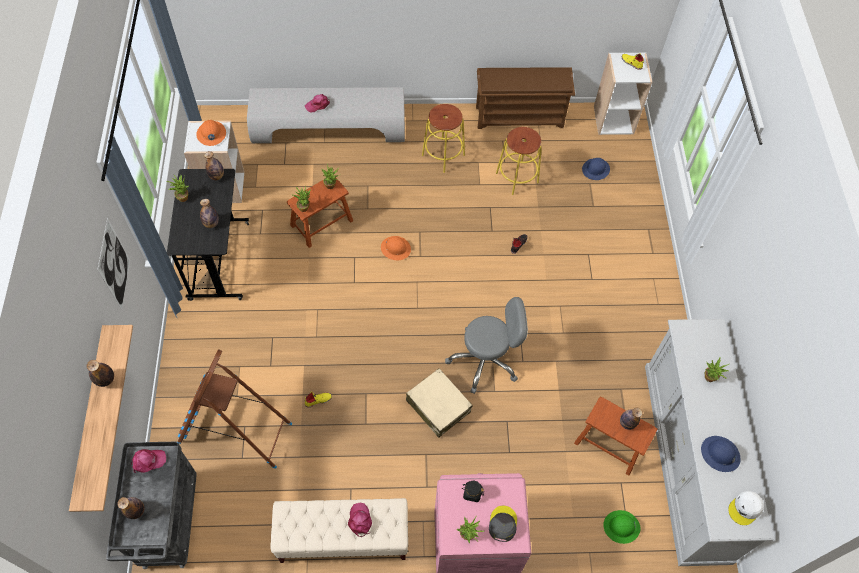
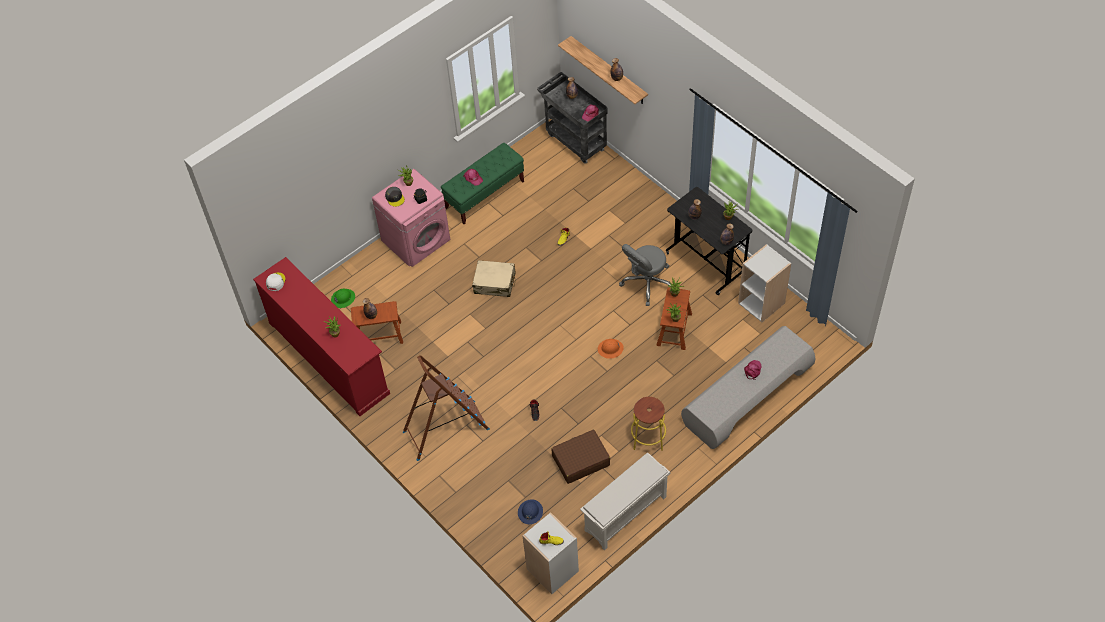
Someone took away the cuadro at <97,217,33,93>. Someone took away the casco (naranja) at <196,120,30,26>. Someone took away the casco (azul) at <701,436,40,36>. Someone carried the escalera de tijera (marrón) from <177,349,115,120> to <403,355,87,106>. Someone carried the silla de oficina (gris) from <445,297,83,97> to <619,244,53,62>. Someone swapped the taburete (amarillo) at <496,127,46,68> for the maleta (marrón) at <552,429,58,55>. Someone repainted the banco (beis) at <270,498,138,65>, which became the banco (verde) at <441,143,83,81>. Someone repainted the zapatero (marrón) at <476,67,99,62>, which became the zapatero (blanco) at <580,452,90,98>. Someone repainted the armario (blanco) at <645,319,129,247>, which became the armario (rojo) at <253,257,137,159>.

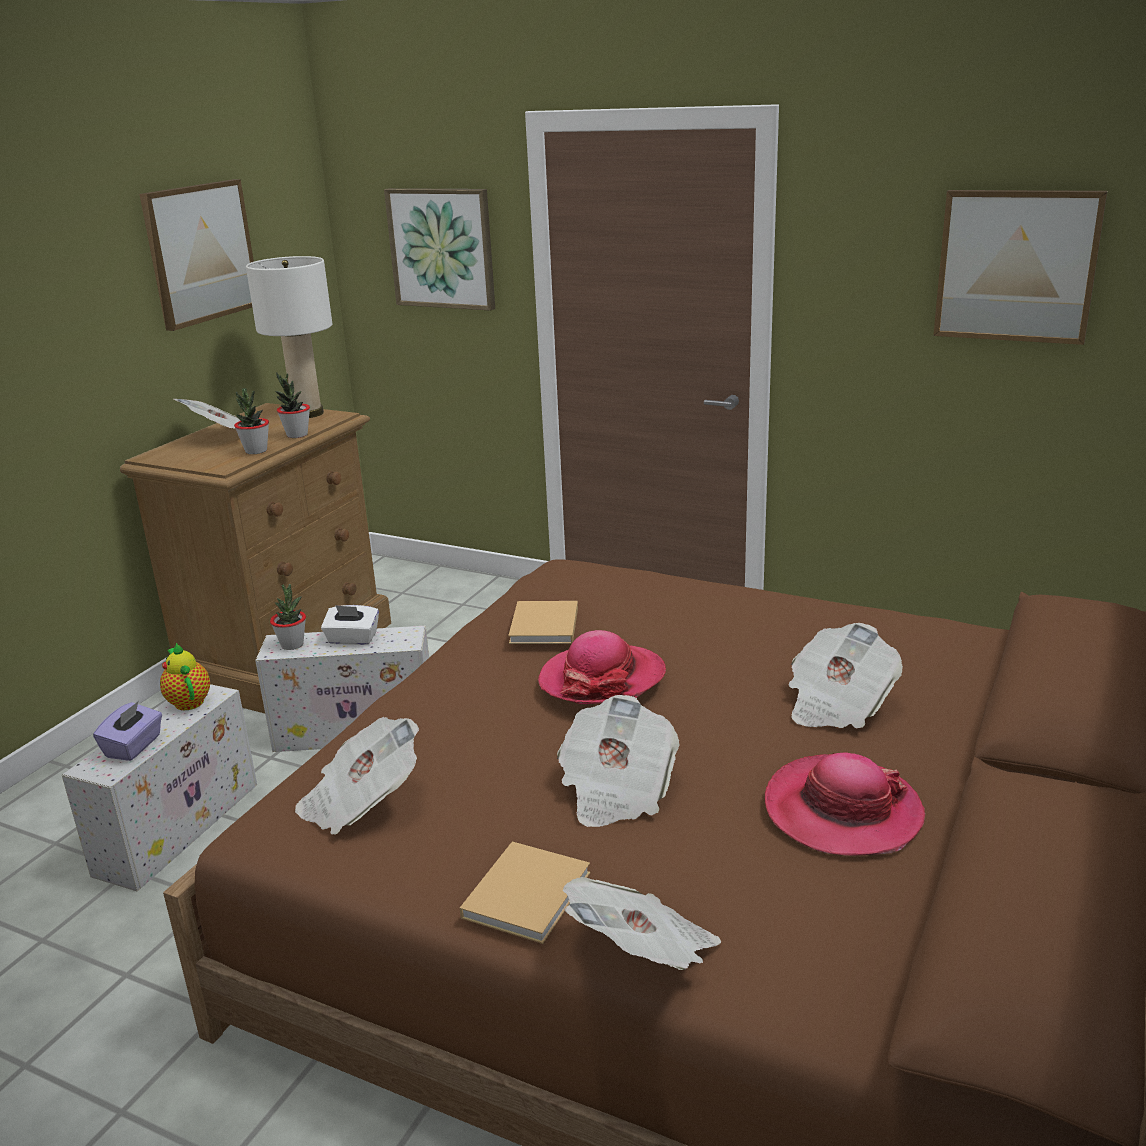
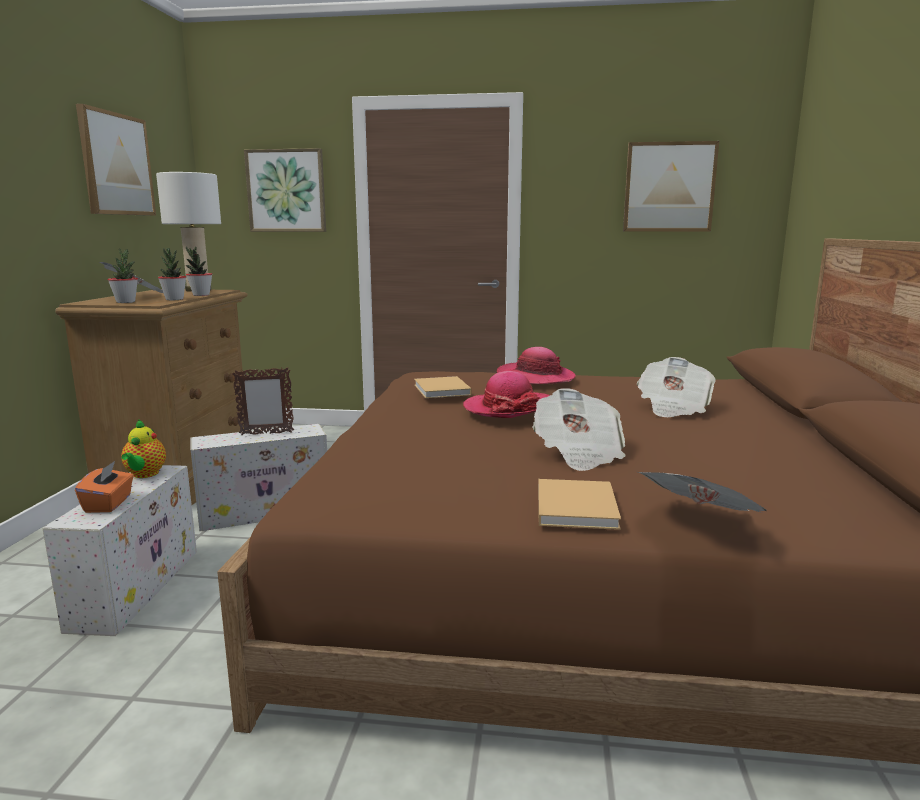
Someone took away the periódico at <295,717,124,118>. Someone carried the planta en maceta from <270,584,36,66> to <108,249,30,54>. Someone carried the sombrero from <765,753,160,103> to <497,347,79,37>. Someone swapped the caja de pañuelos (blanco) at <321,605,58,40> for the portarretratos at <232,367,62,68>. Someone repainted the caja de pañuelos (morado) at <93,702,69,59>, which became the caja de pañuelos (naranja) at <75,461,59,52>. Someone rotated the tetera at <160,642,50,68> by 135 degrees counterclockwise.

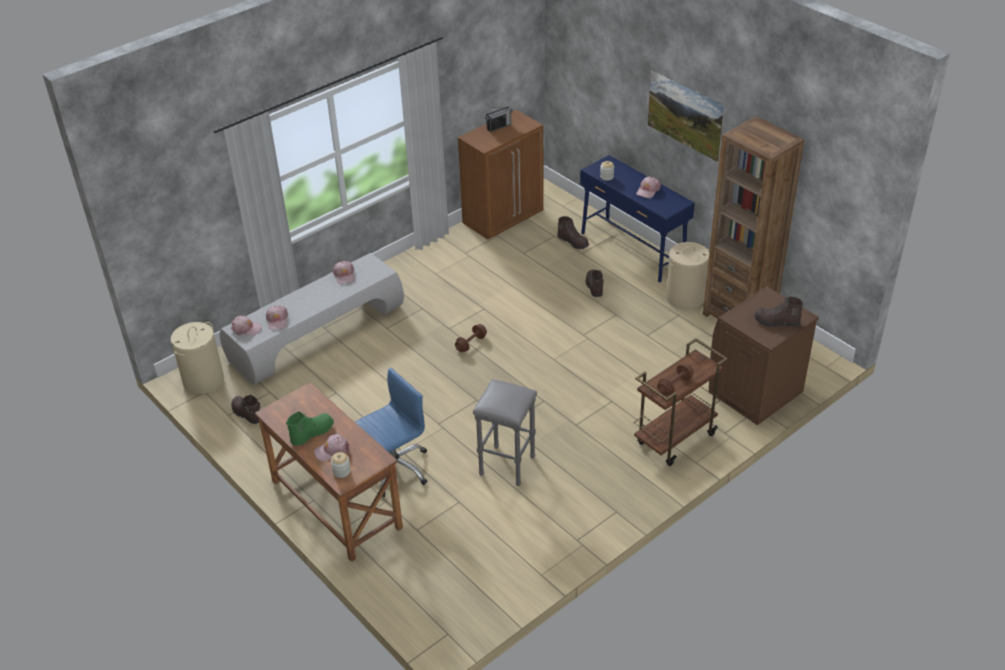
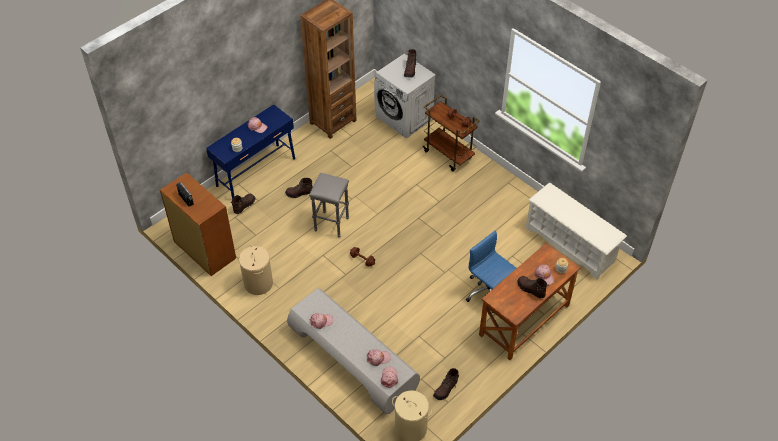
Someone took away the cuadro at <648,70,76,92>. Someone put down the zapatero (blanco) at <526,183,101,97>. Someone carried the taburete (gris) from <473,379,64,107> to <309,173,40,64>. Someone carried the cesto de la ropa (beis) from <666,242,44,68> to <239,245,34,50>. Someone repainted the bota (verde) at <286,411,48,35>, which became the bota (marrón) at <517,276,30,23>. Someone repainted the lavadora (marrón) at <709,286,110,139>, which became the lavadora (blanco) at <374,54,62,84>.

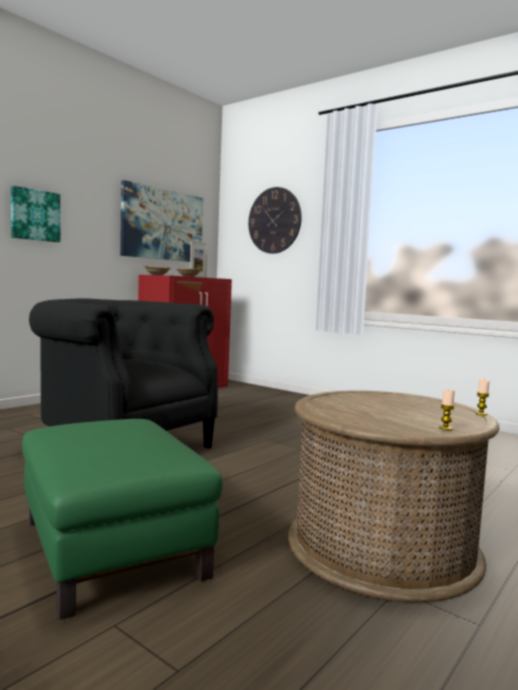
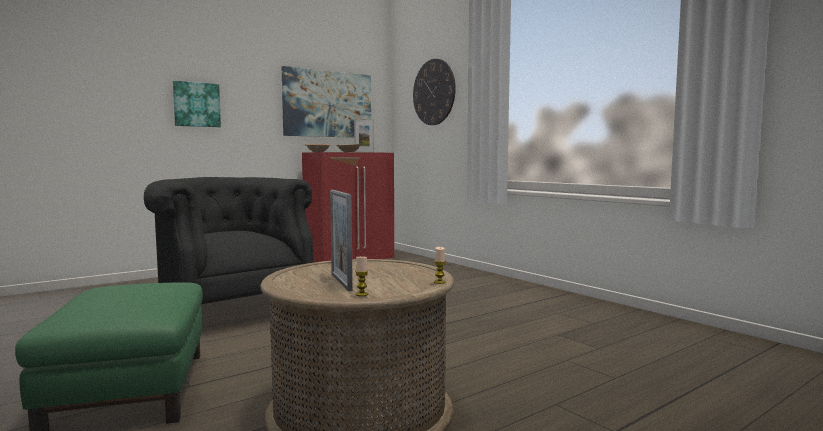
Someone put down the portarretratos at <330,190,23,101>.

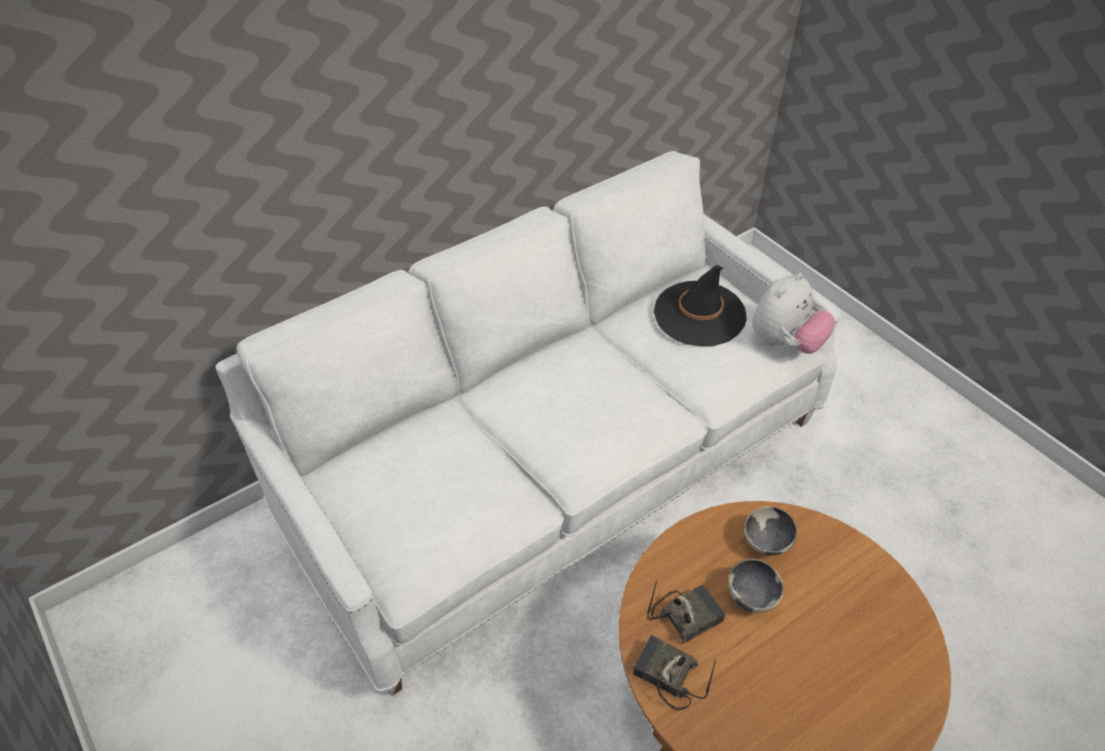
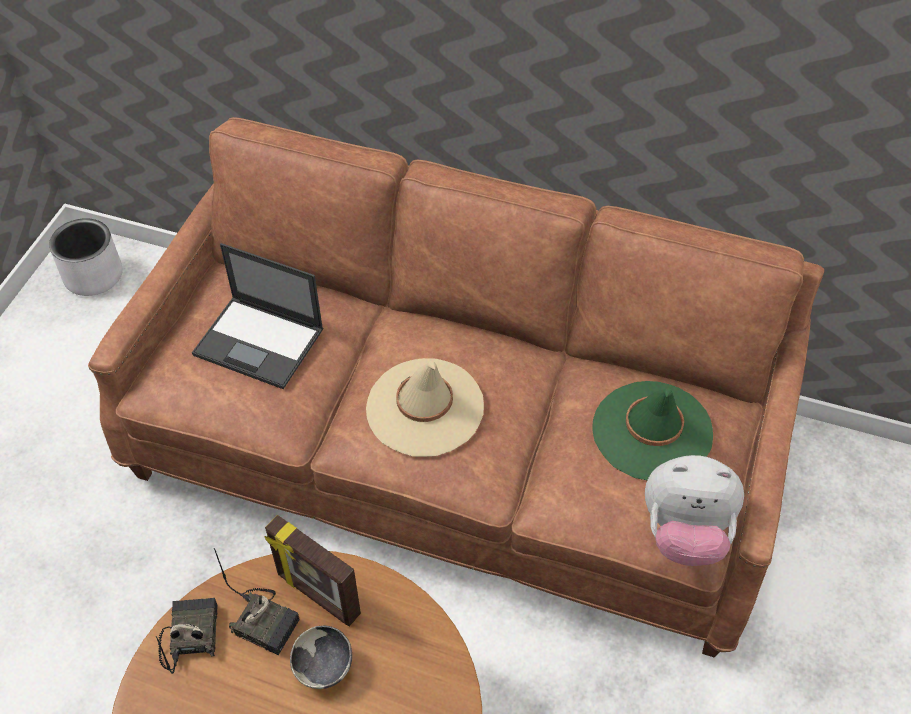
Someone took away the cuenco at <744,506,54,49>. Someone put down the maceta (blanco) at <49,218,74,78>. Someone put down the portátil at <192,243,132,146>. Someone put down the portarretratos at <265,515,96,112>. Someone put down the sombrero (beis) at <366,358,118,99>. Someone repainted the sofá (blanco) at <215,151,626,545>, which became the sofá (marrón) at <88,117,736,540>. Someone repainted the sombrero (negro) at <654,265,93,81>, which became the sombrero (verde) at <592,381,121,99>.

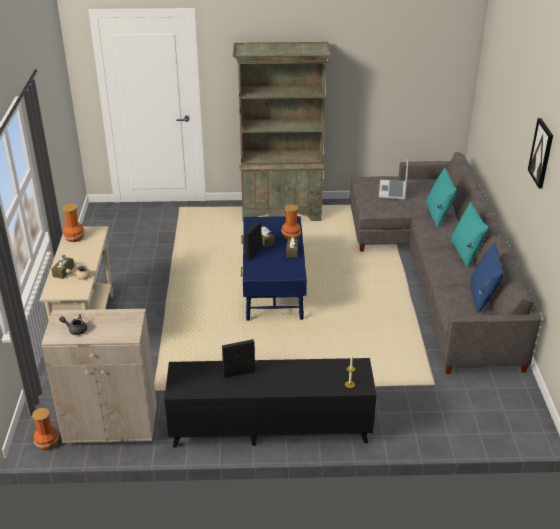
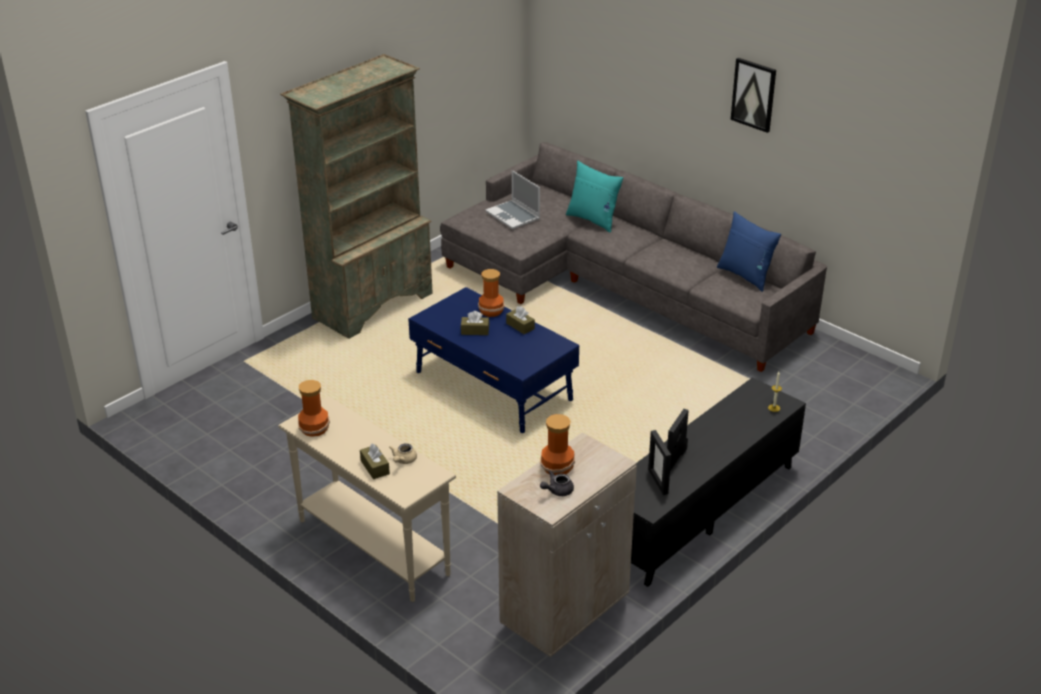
Someone took away the cojín (turquesa) at <451,202,38,66>. Someone carried the florero from <32,408,27,42> to <540,414,35,61>. Someone carried the portarretratos from <245,221,18,40> to <648,430,23,65>.

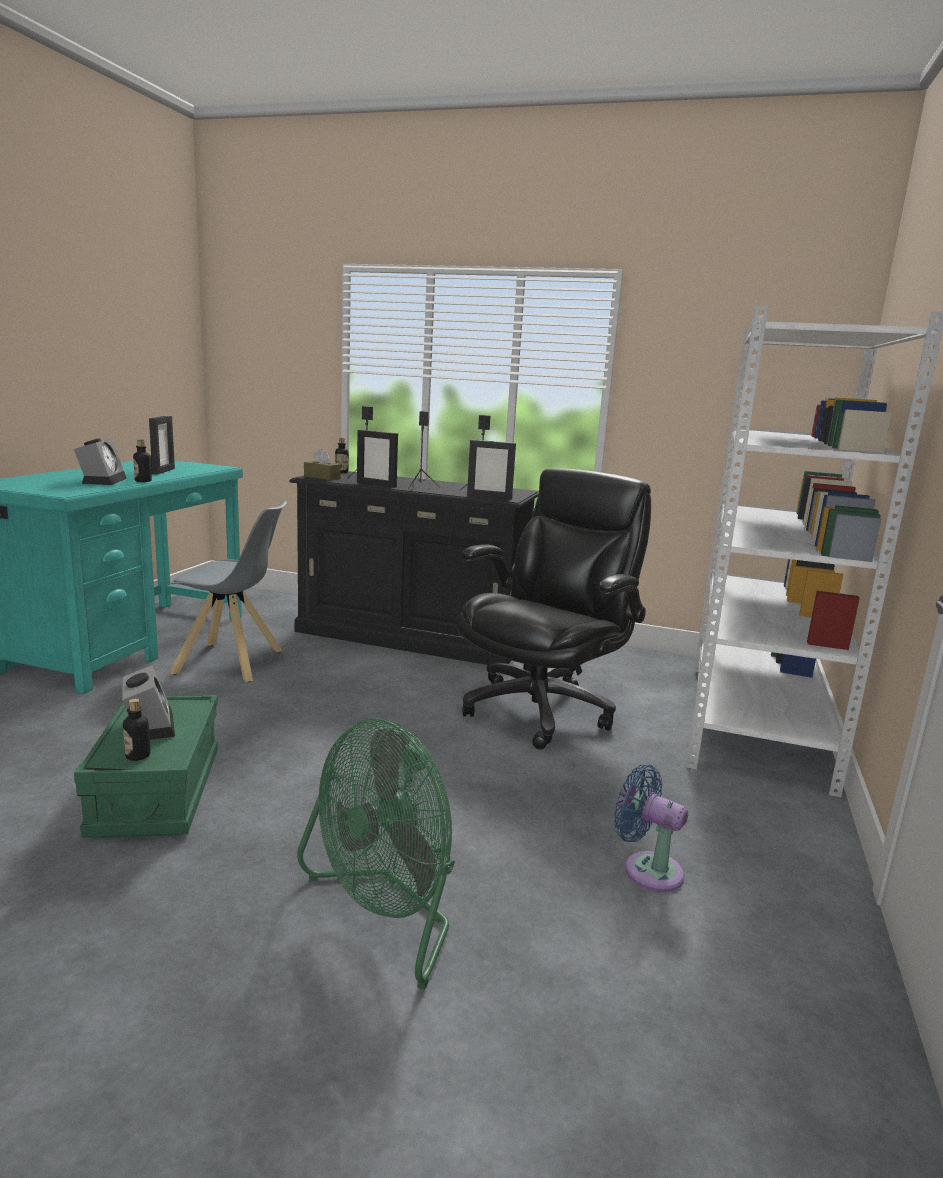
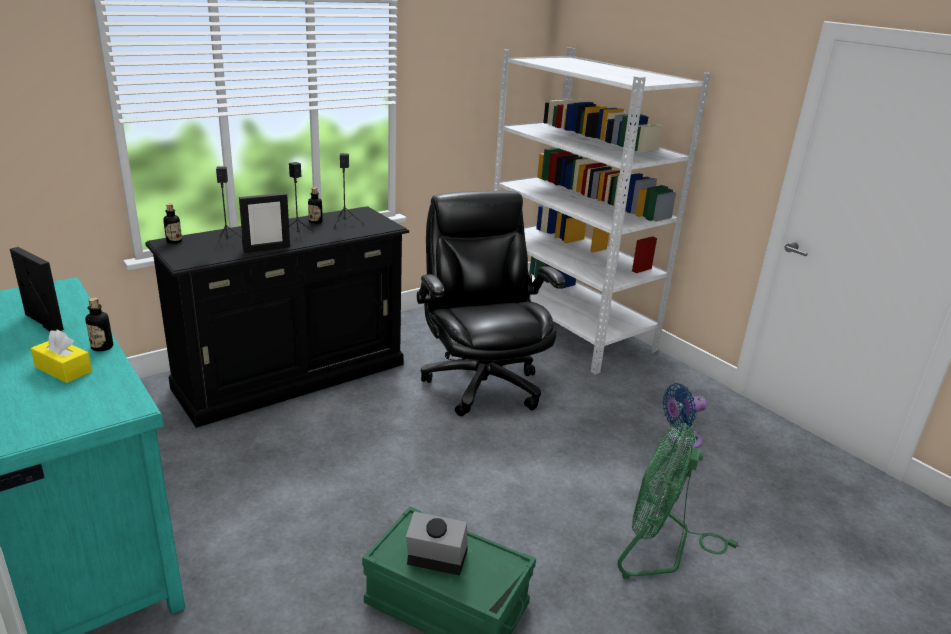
Someone took away the silla (gris) at <170,501,117,181>. Someone took away the caja de pañuelos (marrón) at <304,449,37,31>. Someone took away the portarretratos at <467,440,49,59>. Someone carried the botella from <123,699,28,62> to <308,187,15,37>. Someone swapped the despertador at <74,438,53,47> for the caja de pañuelos (amarillo) at <31,329,61,54>. Someone rotated the ventilador (verde) at <297,719,158,271> by 120 degrees clockwise.

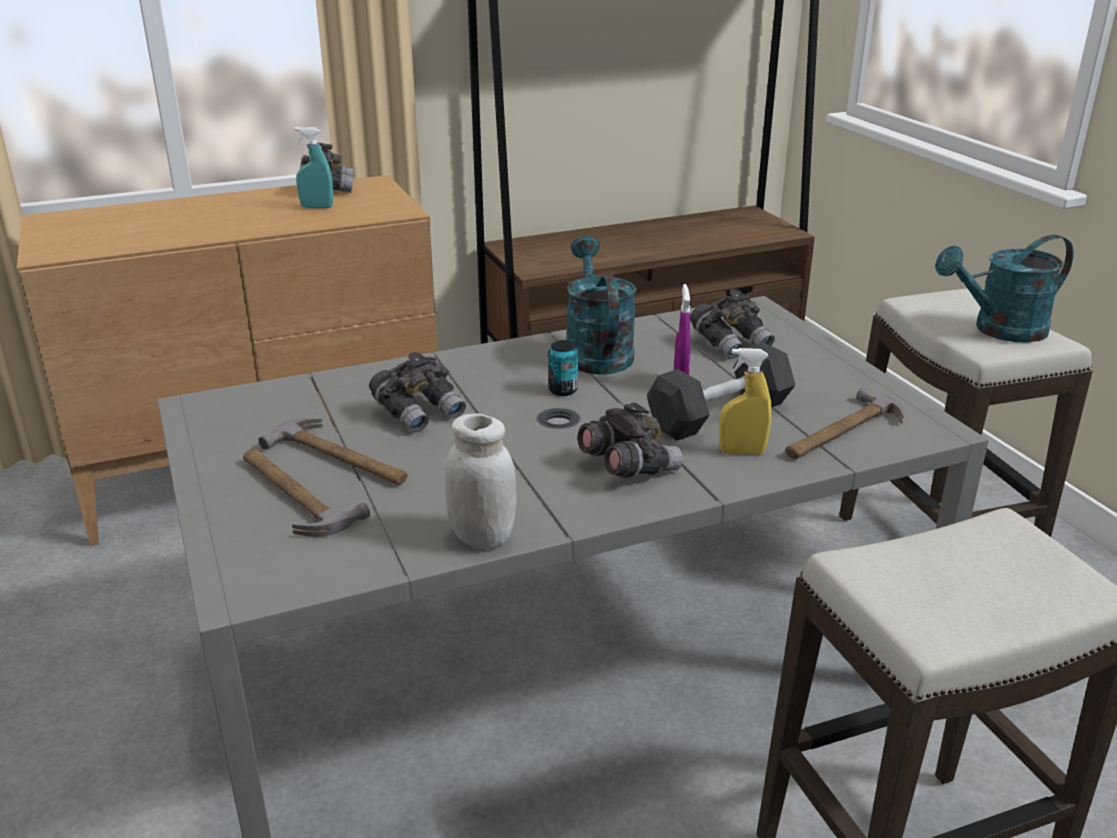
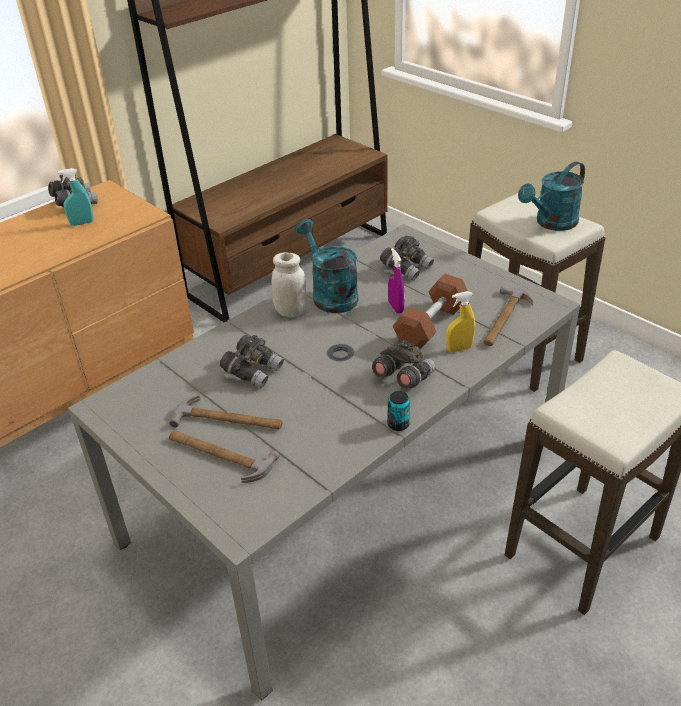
Someone carried the tarro (blanco) from <445,413,71,136> to <271,252,36,66>. Someone carried the lata from <548,340,30,56> to <388,391,22,40>. Someone repainted the mancuerna (gris) at <647,342,148,99>, which became the mancuerna (marrón) at <393,274,75,75>.

